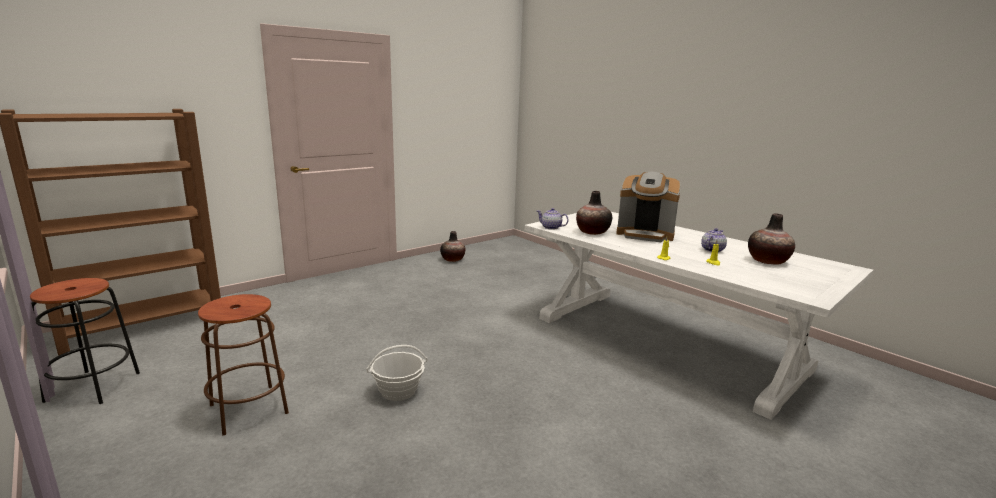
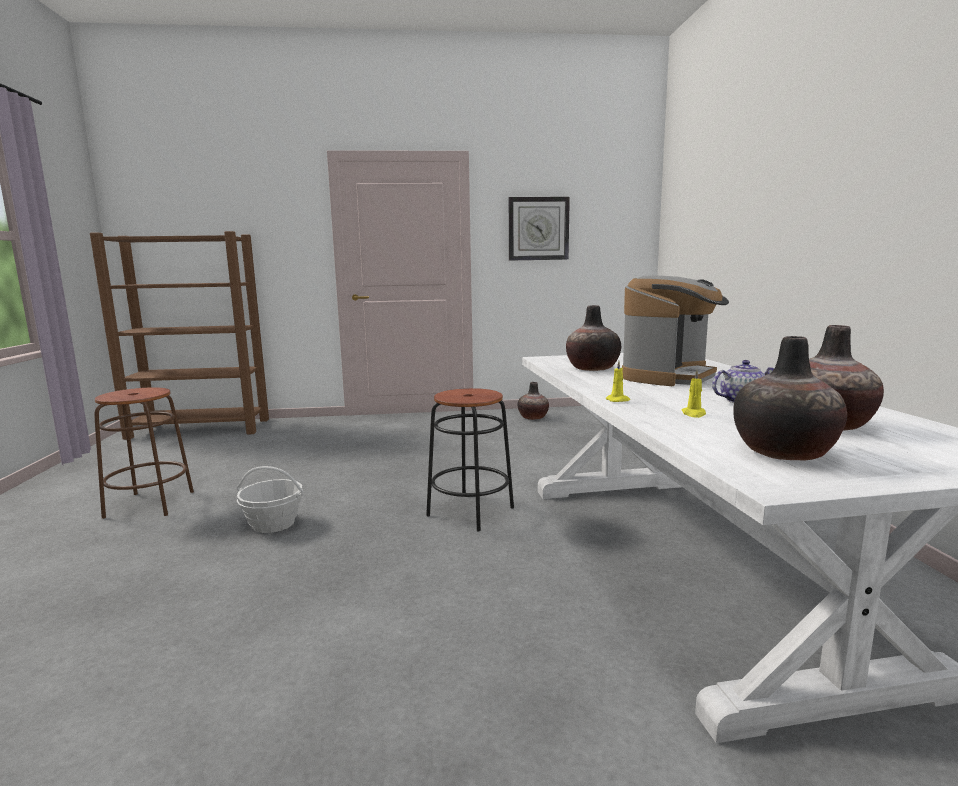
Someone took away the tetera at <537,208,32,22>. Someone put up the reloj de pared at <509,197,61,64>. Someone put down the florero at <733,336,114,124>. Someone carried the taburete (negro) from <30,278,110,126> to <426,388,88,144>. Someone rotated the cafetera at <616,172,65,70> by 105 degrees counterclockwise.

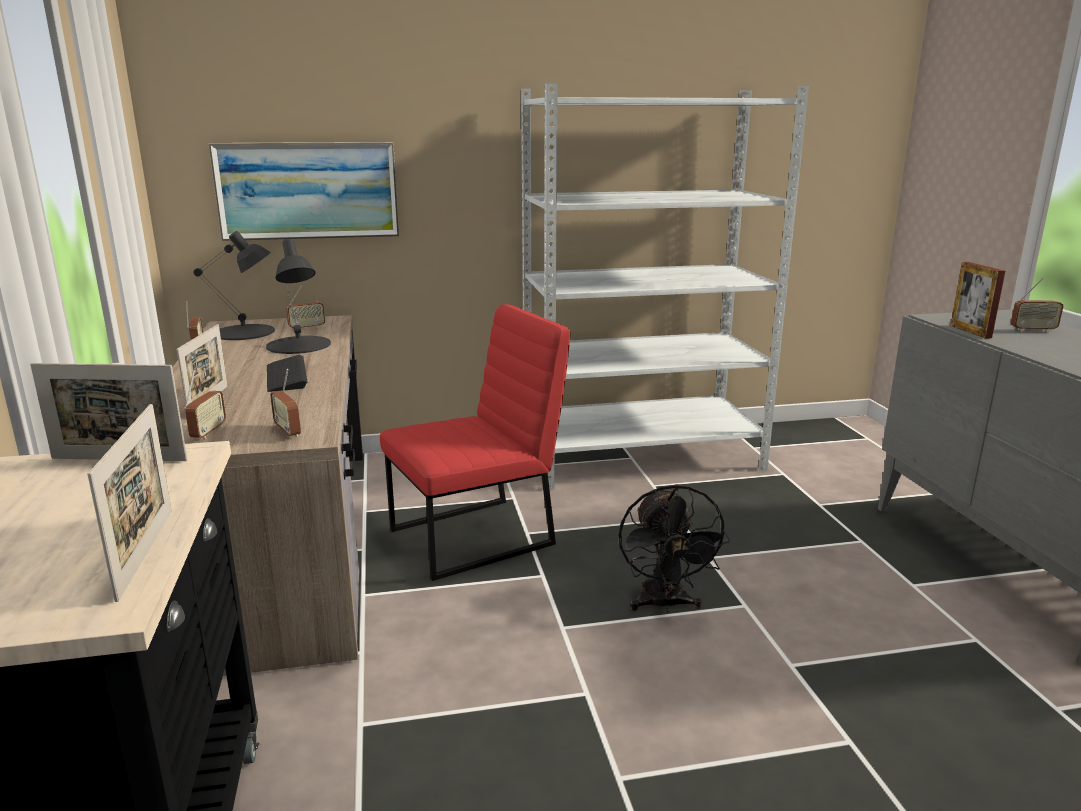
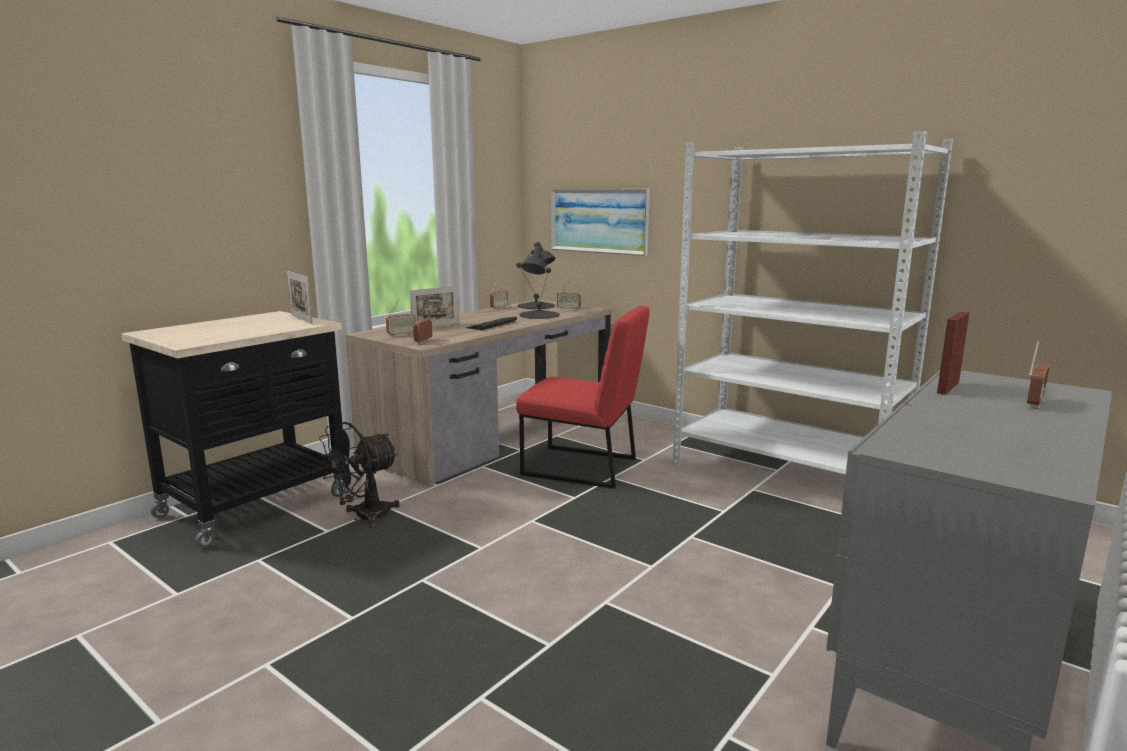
Someone took away the portarretratos at <87,404,85,198>. Someone carried the ventilador (negro) from <619,484,111,129> to <319,422,81,106>. Someone rotated the radio at <1011,278,53,54> by 105 degrees counterclockwise.

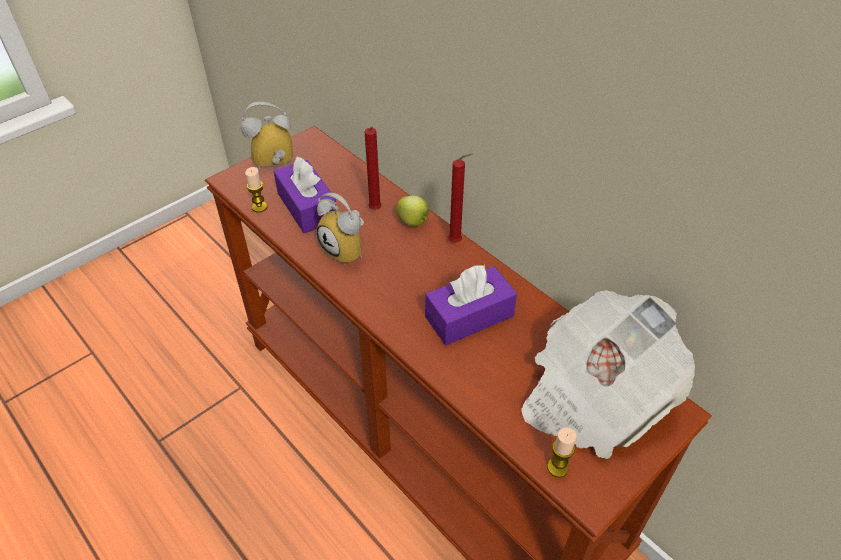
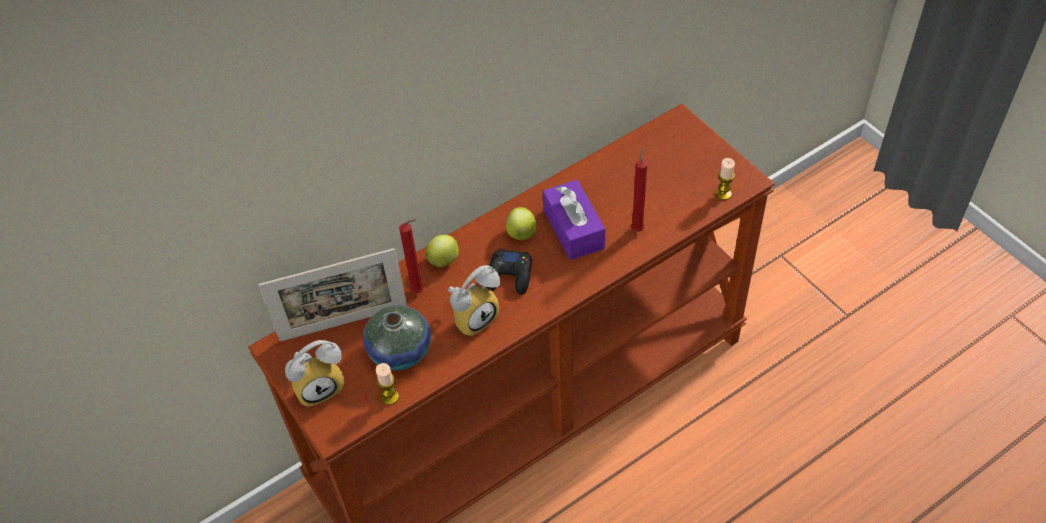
Someone took away the periódico at <521,290,174,169>. Someone put down the portarretratos at <258,248,149,93>. Someone put down the mando de consola (negro) at <486,249,46,46>. Someone put down the manzana at <506,207,30,33>. Someone carried the vela (rojo) from <448,153,24,89> to <631,147,16,84>. Someone swapped the caja de pañuelos (morado) at <274,156,62,77> for the florero at <363,305,68,65>. Someone rotated the despertador at <241,102,52,69> by 105 degrees counterclockwise.

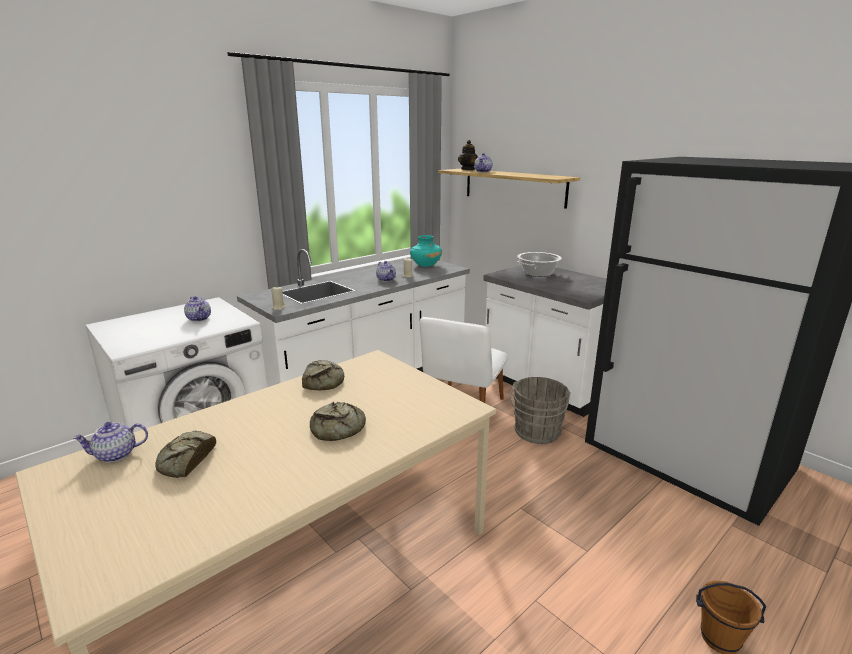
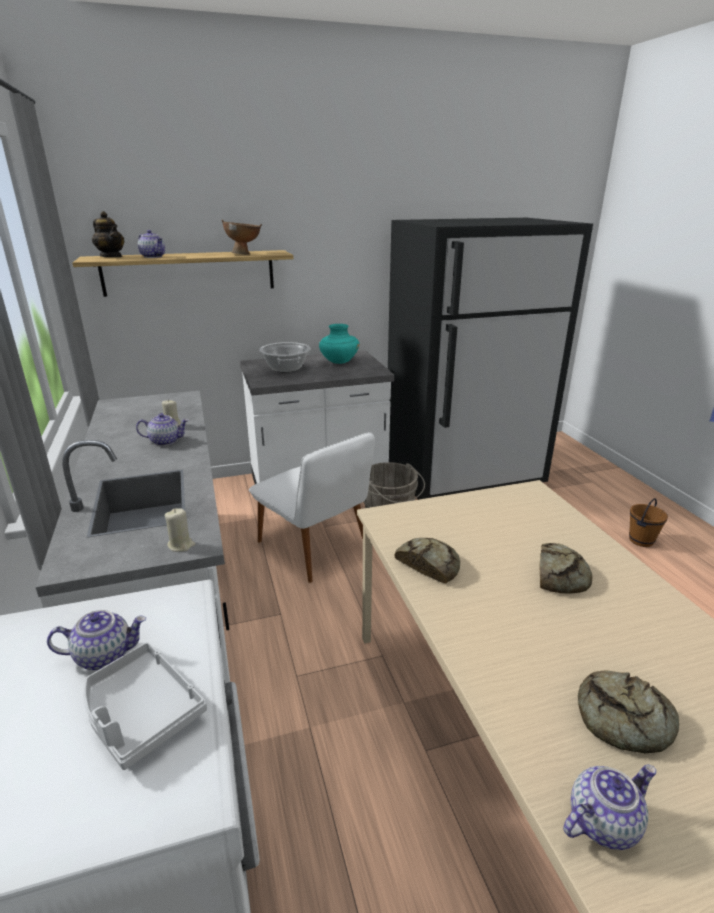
Someone put down the bandeja (gris) at <84,642,123,128>. Someone put down the cuenco (marrón) at <222,219,40,36>. Someone carried the florero (turquesa) from <410,235,32,32> to <319,324,40,40>. Someone rotated the tetera at <73,422,75,40> by 120 degrees counterclockwise.

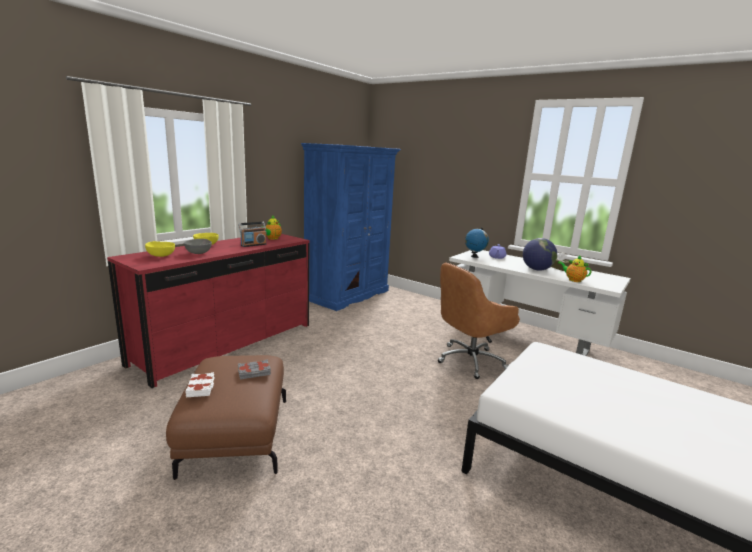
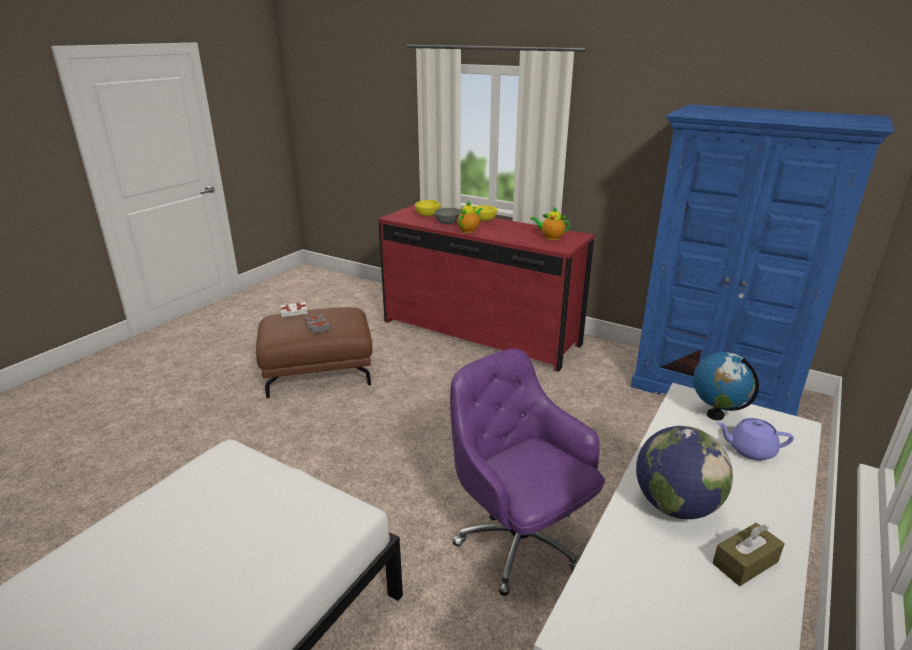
Someone took away the radio at <238,222,29,25>. Someone carried the tetera from <558,255,33,27> to <457,201,26,32>. Someone repainted the silla de oficina (marrón) at <438,263,82,116>, which became the silla de oficina (morado) at <450,349,155,247>.

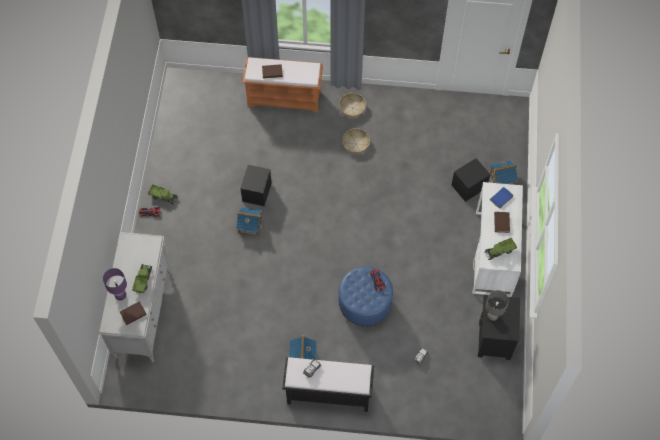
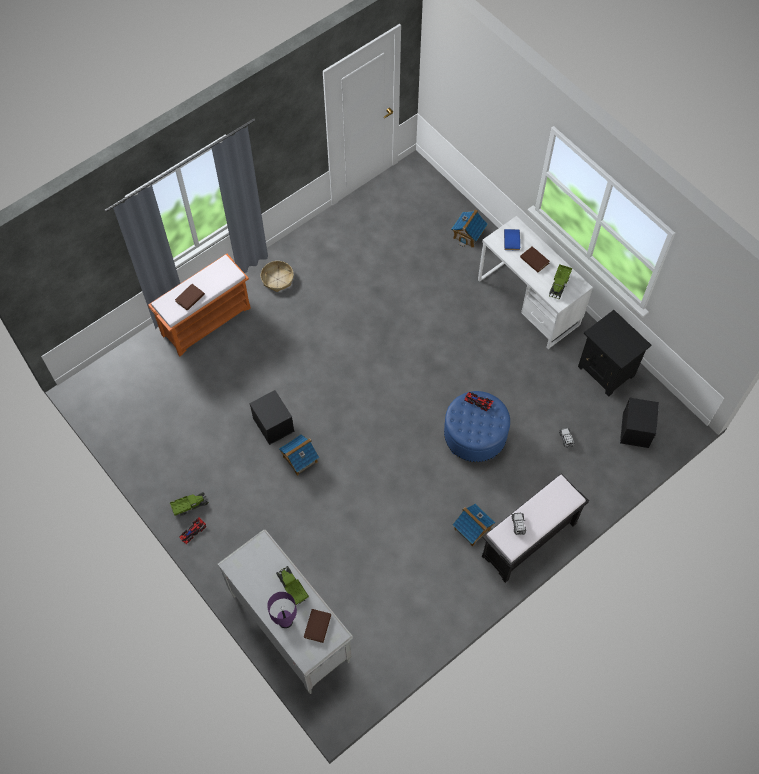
Someone took away the cesta at <342,128,28,26>. Someone took away the lámpara de mesa (gris) at <486,290,23,32>. Someone carried the caja de almacenaje (negro) from <452,158,38,44> to <620,398,39,50>.

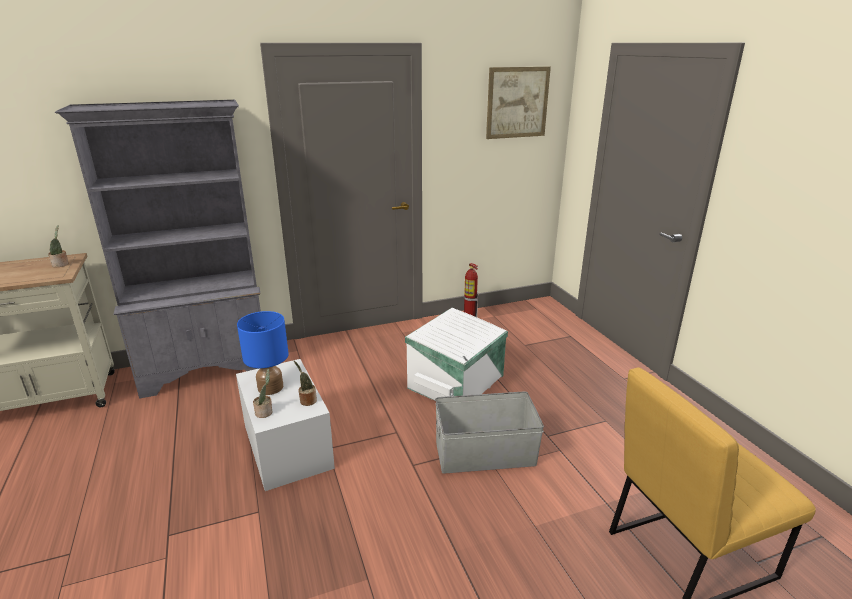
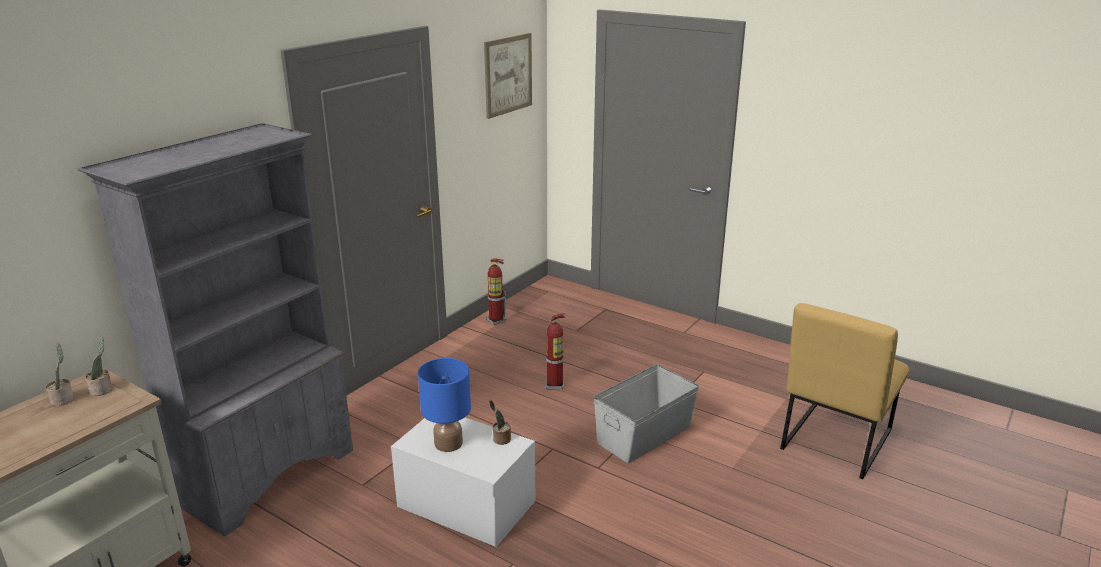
Someone carried the planta en maceta from <253,369,20,49> to <45,343,29,63>. Someone swapped the caja de almacenaje (blanco) at <405,308,103,93> for the extintor at <546,313,19,77>.

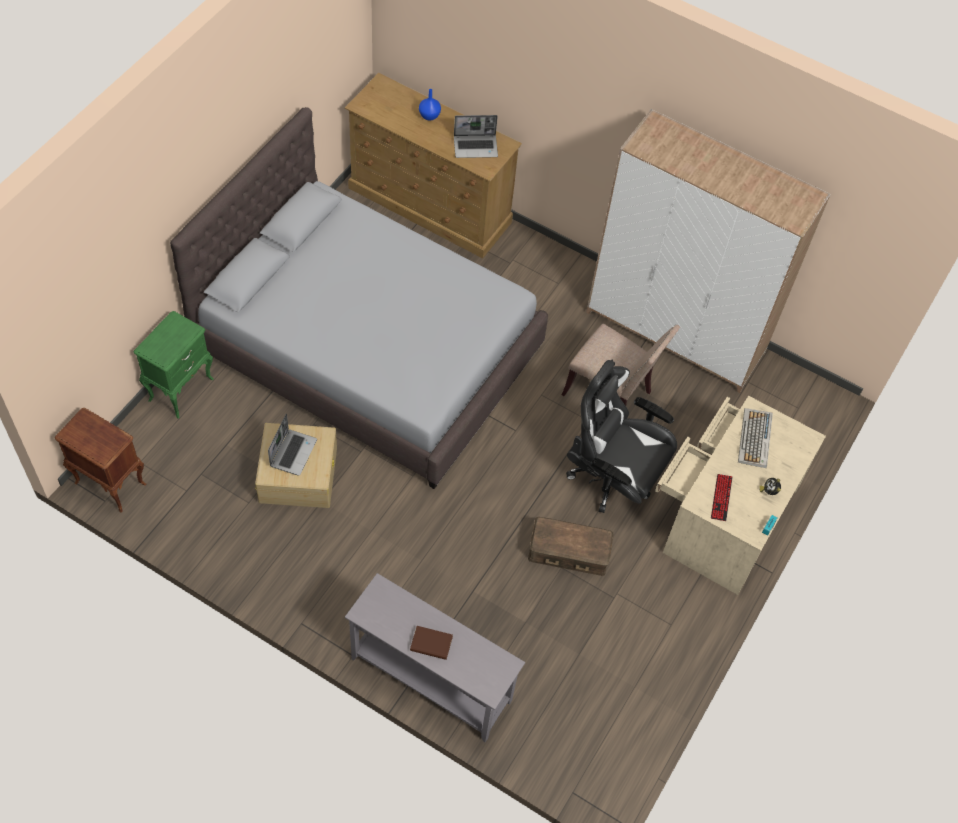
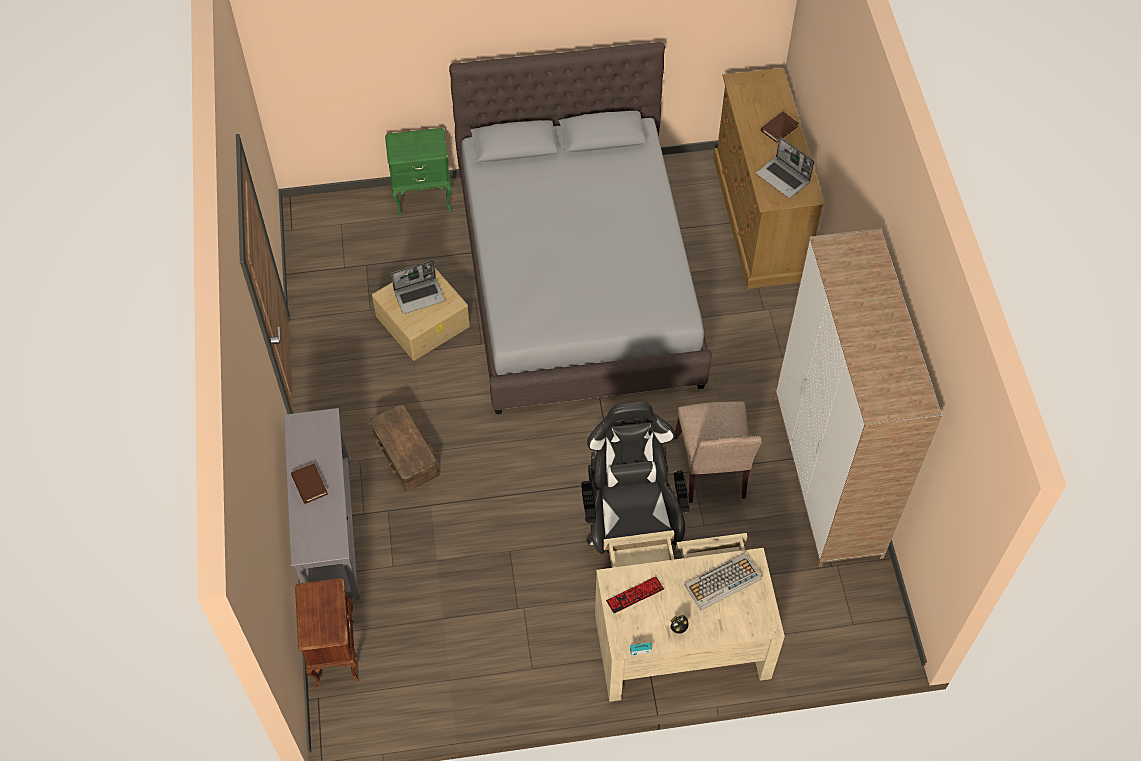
Someone carried the mesita de noche (marrón) from <55,408,91,105> to <295,578,64,109>. Someone carried the caja de almacenaje (marrón) from <528,517,86,59> to <370,404,70,87>. Someone swapped the florero (azul) at <419,89,22,32> for the libro (marrón) at <761,112,38,31>.

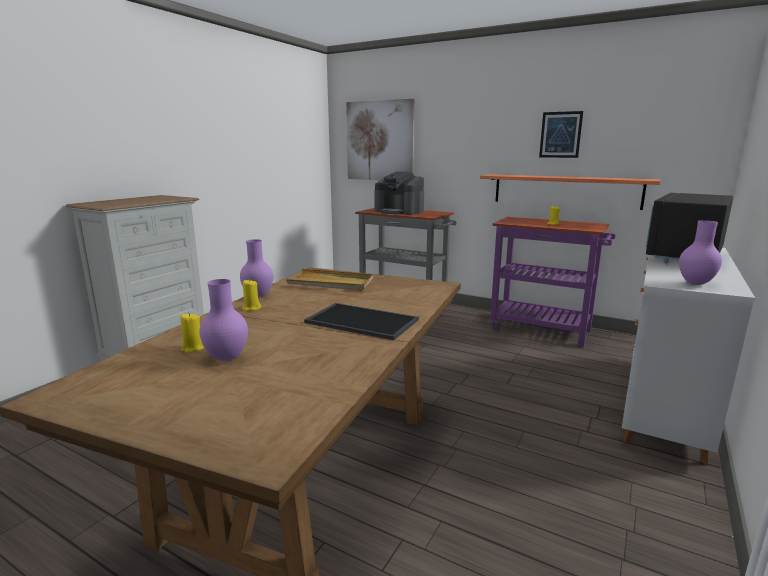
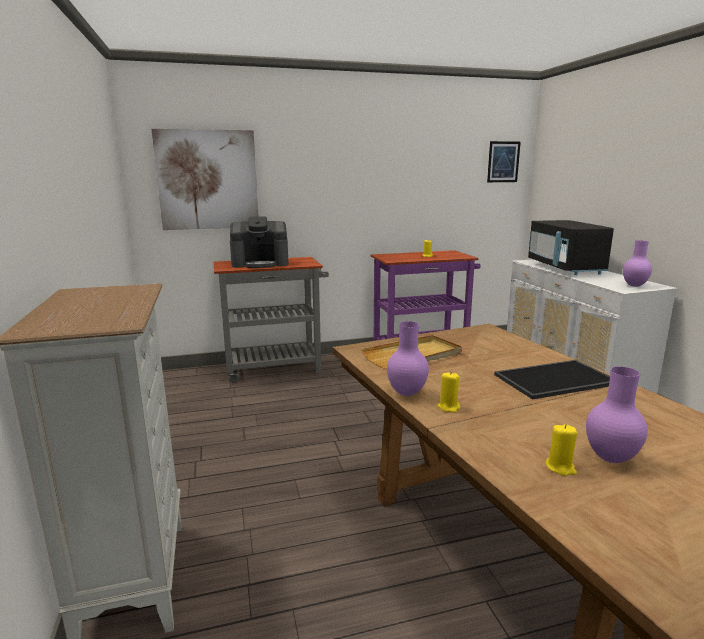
Someone took away the estante at <480,174,181,36>. Someone carried the cuadro from <539,111,44,47> to <487,141,34,41>.

